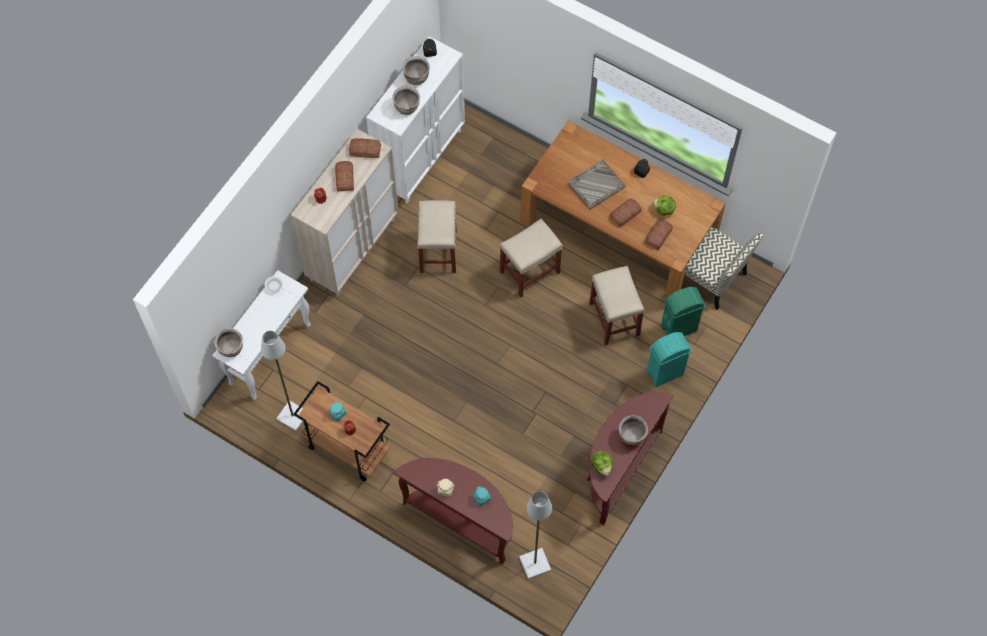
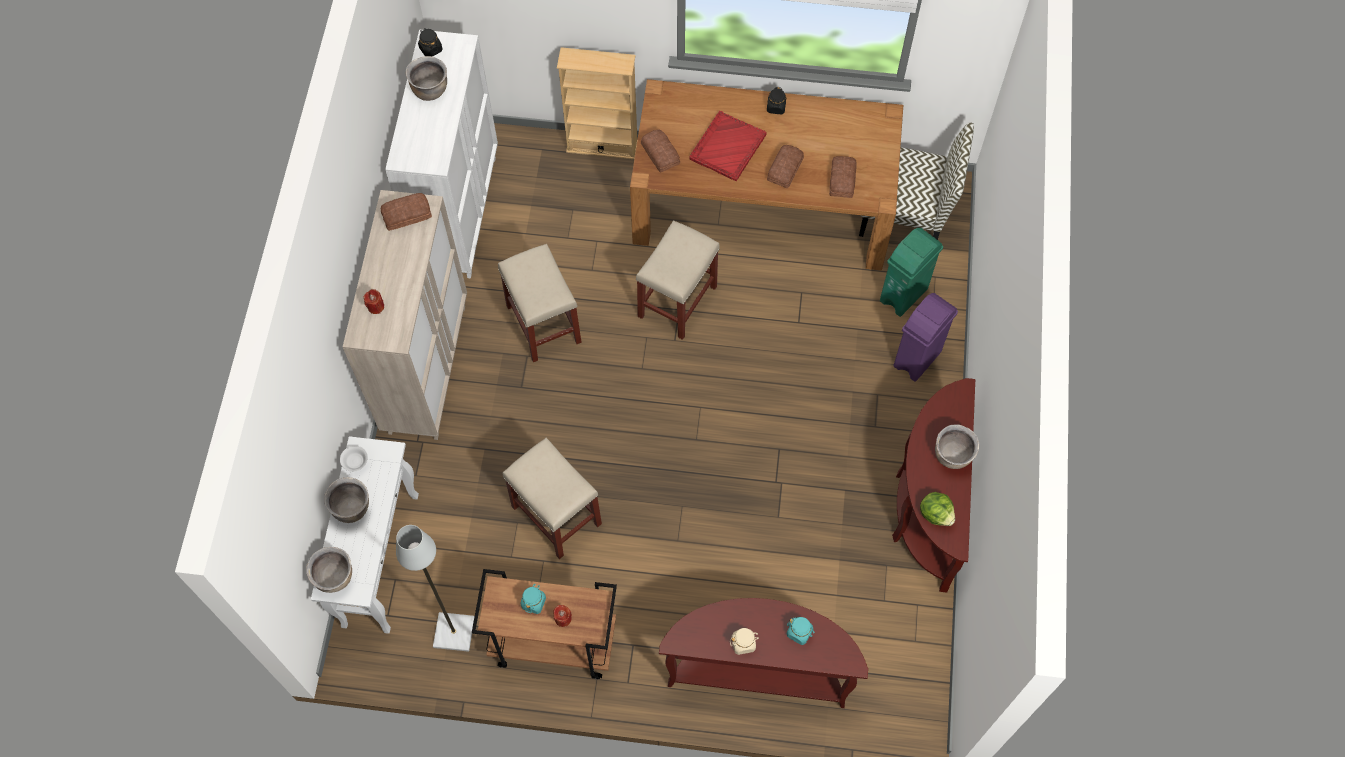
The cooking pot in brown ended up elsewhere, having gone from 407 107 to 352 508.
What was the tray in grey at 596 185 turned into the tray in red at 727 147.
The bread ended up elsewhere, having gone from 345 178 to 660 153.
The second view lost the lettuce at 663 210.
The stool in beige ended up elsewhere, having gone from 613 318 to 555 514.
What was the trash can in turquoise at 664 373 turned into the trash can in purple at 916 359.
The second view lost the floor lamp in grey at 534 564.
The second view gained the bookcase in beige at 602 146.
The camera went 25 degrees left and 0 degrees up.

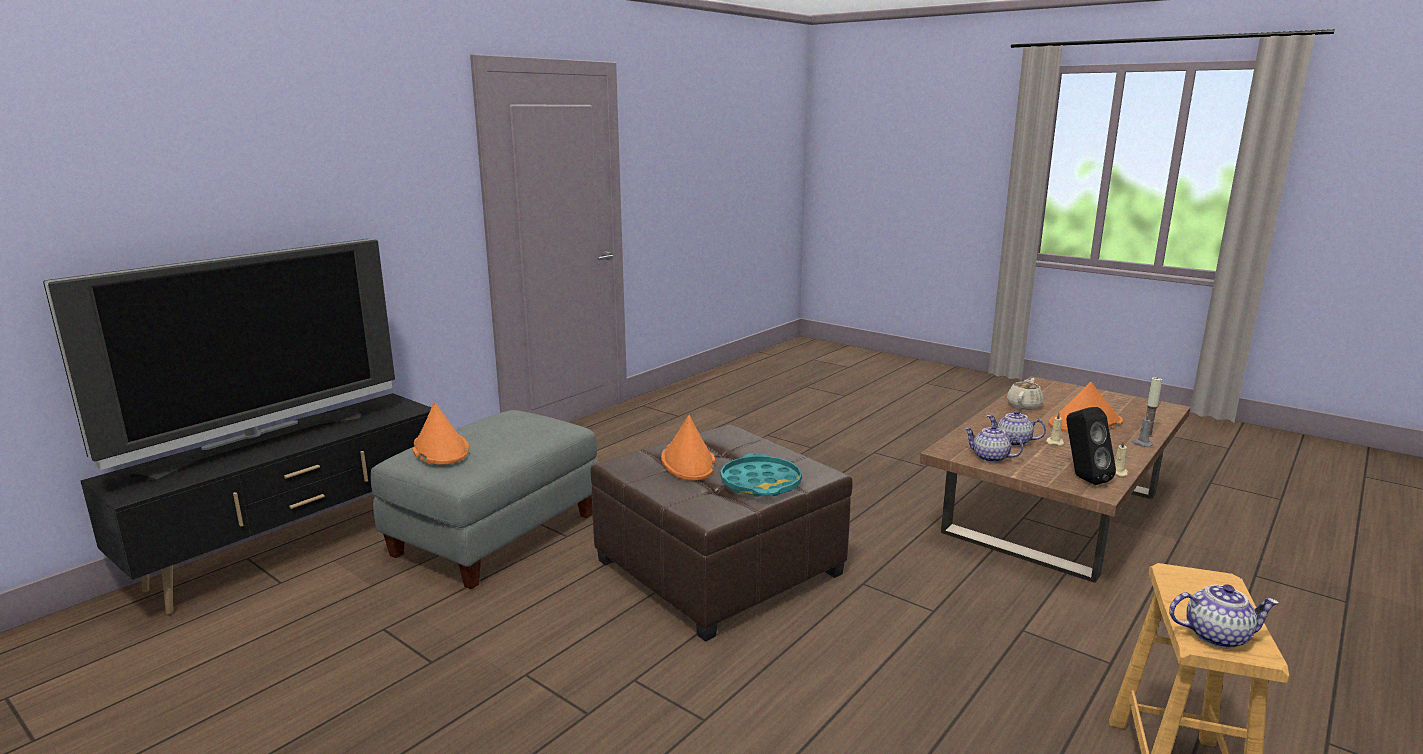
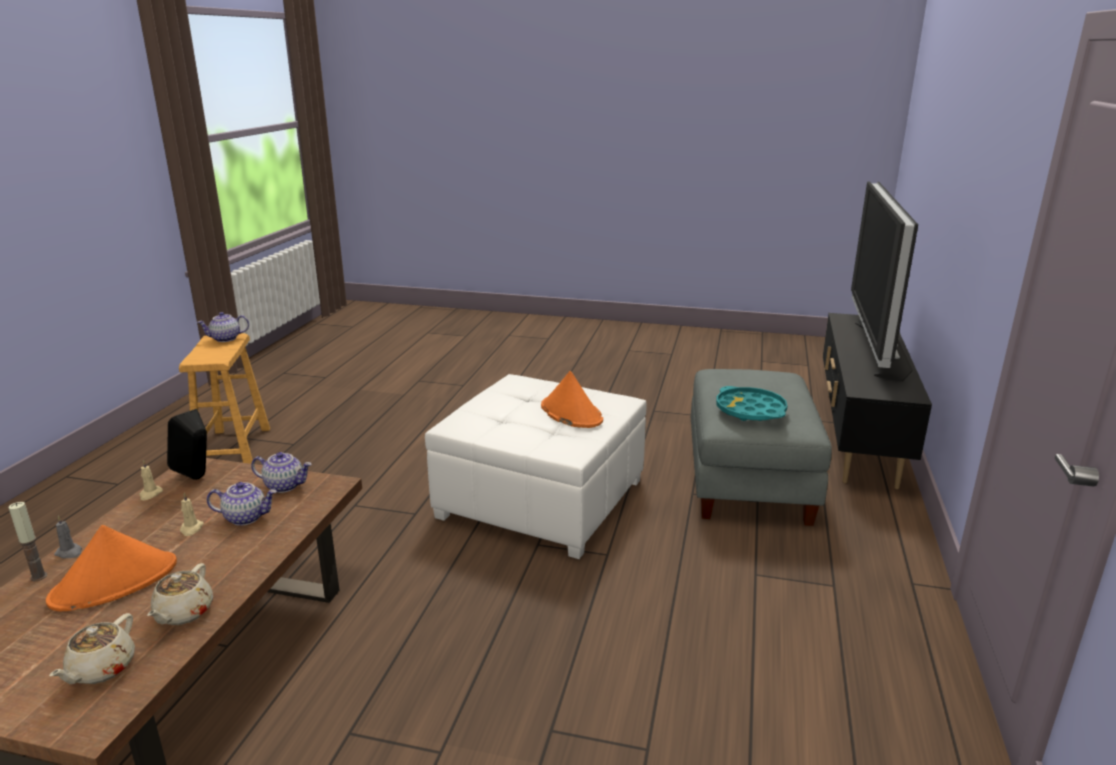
The second view lost the hat in orange at 440 449.
What was the ottoman in brown at 717 567 turned into the ottoman in white at 542 498.
The tray in turquoise ended up elsewhere, having gone from 761 483 to 750 410.
The second view gained the teapot in beige at 101 669.
The camera went 155 degrees right and 5 degrees up.

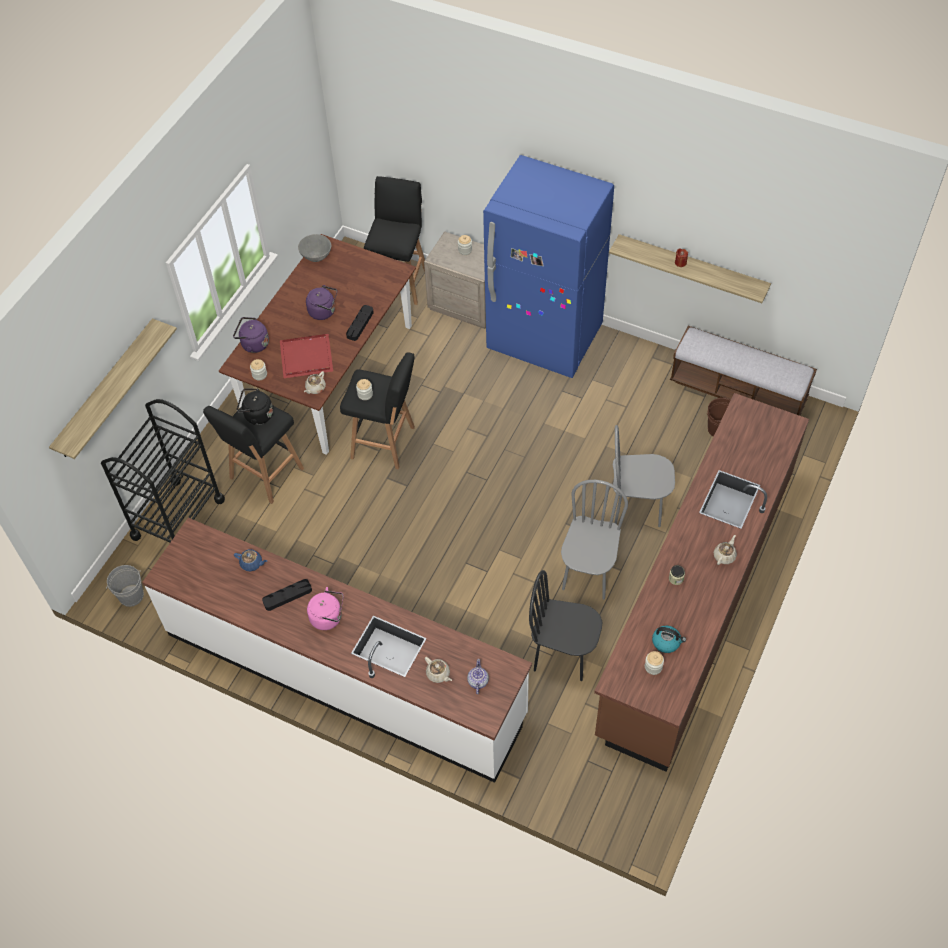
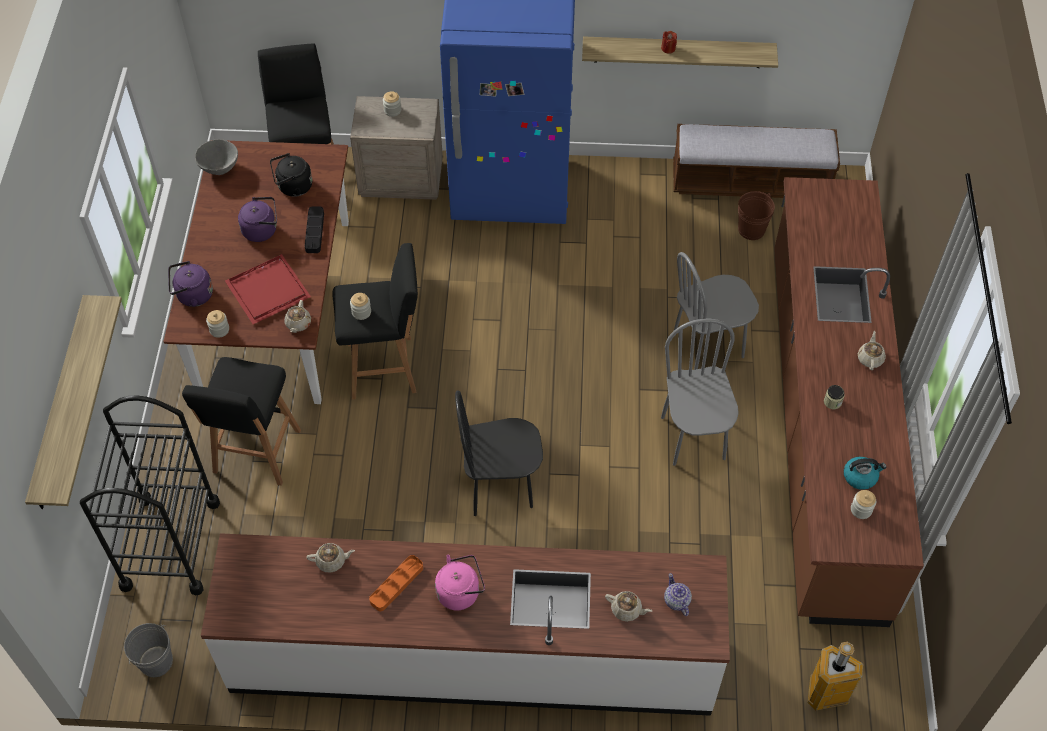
The kettle in black ended up elsewhere, having gone from 257 415 to 293 187.
What was the teapot in blue at 252 563 turned into the teapot in beige at 331 561.
The chair in black ended up elsewhere, having gone from 563 655 to 500 487.
What was the tray in black at 287 596 turned into the tray in orange at 396 584.
The second view gained the trash can at 827 694.
The camera went 25 degrees left and 0 degrees up.

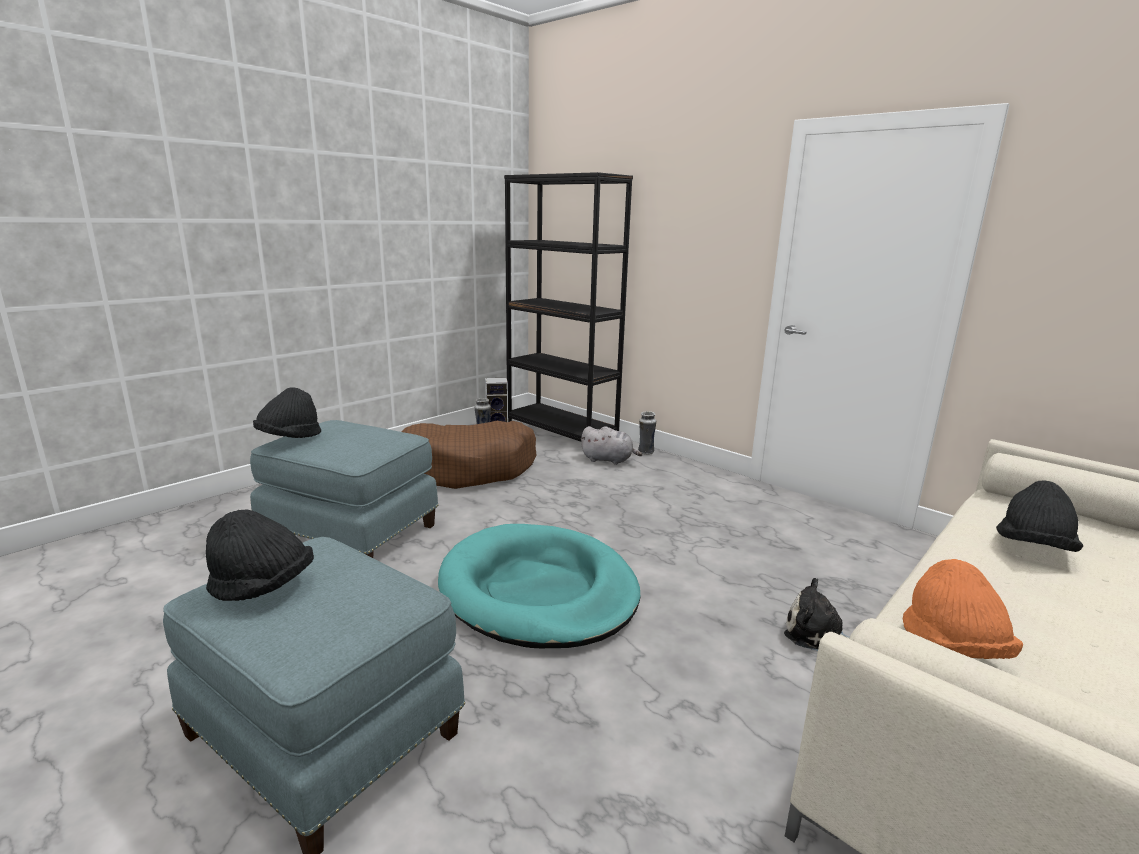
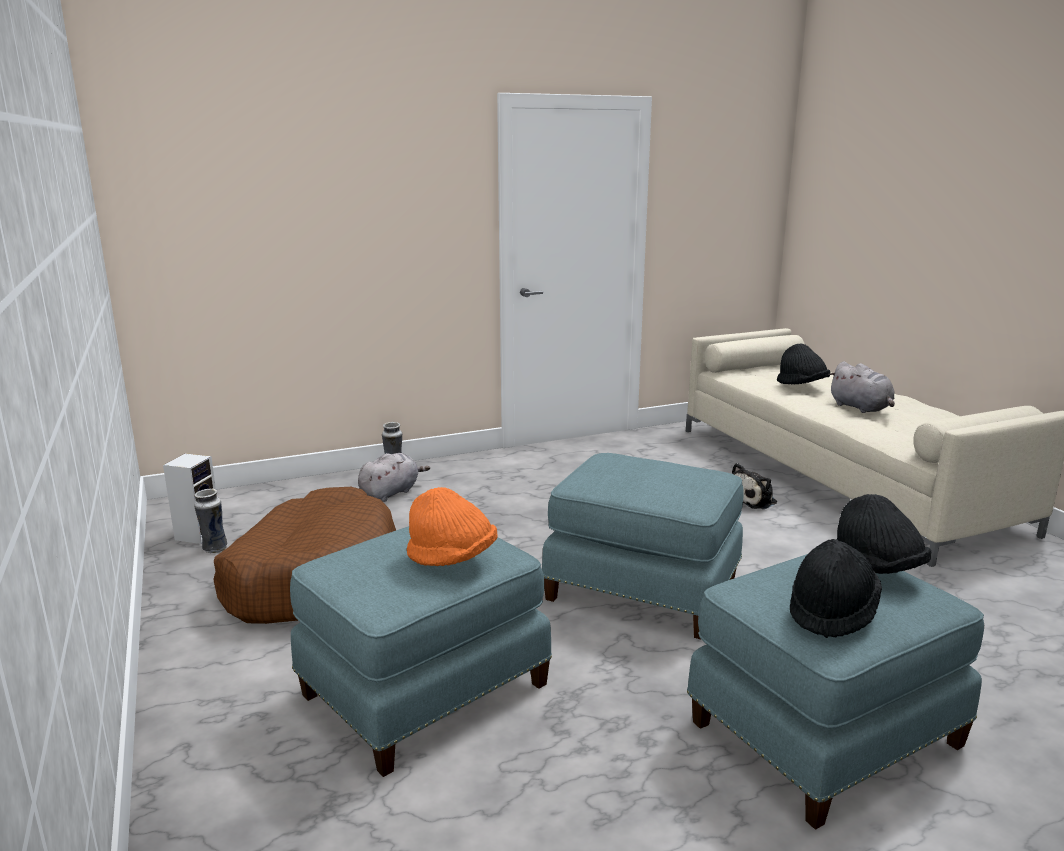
The second view lost the bookcase in black at 561 431.
The hat in black ended up elsewhere, having gone from 289 438 to 876 569.
Where the dog bed in turquoise stood at 538 591, the ottoman in blue came to stand at 643 587.
The hat in orange ended up elsewhere, having gone from 952 647 to 452 558.
The second view gained the plush toy in grey at 861 408.
The camera went 65 degrees left and 0 degrees up.

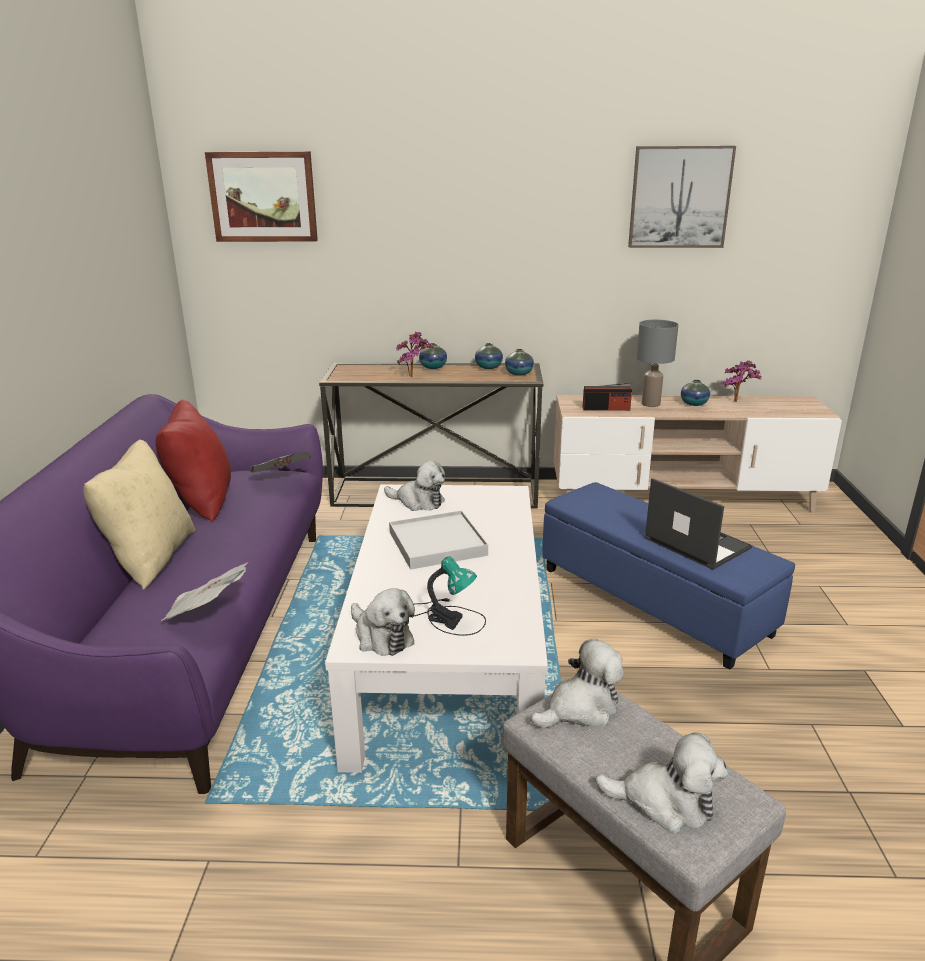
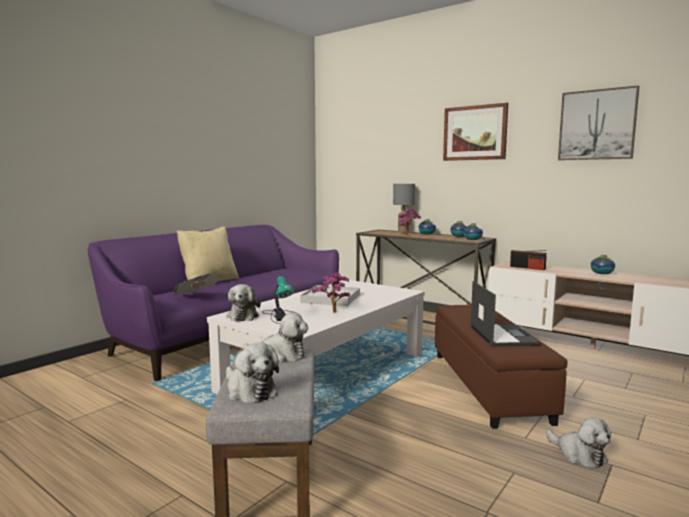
The picture ended up elsewhere, having gone from 263 197 to 475 133.
The table lamp in grey ended up elsewhere, having gone from 651 404 to 403 232.
The potted plant ended up elsewhere, having gone from 737 402 to 333 313.
The second view lost the pillow in red at 202 501.
The second view lost the newspaper at 281 478.
The plush toy ended up elsewhere, having gone from 418 502 to 579 454.
What was the ottoman in blue at 651 601 turned into the ottoman in brown at 486 385.
The camera went 35 degrees right and 15 degrees down.

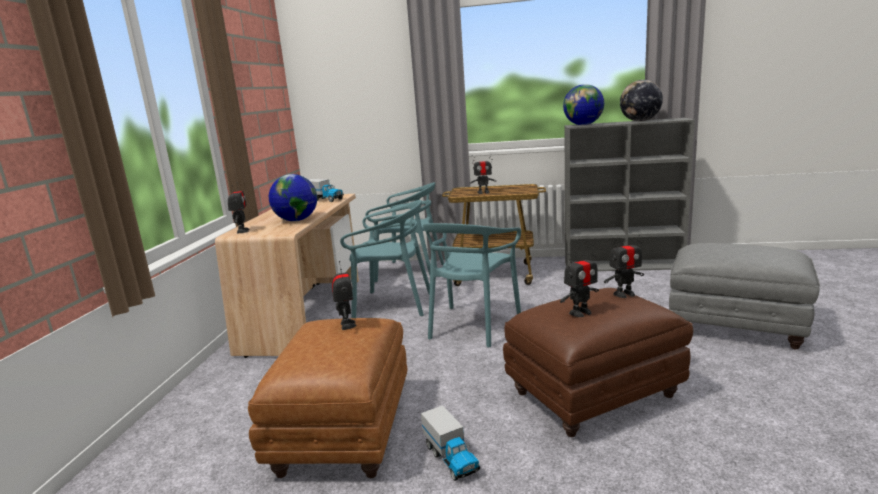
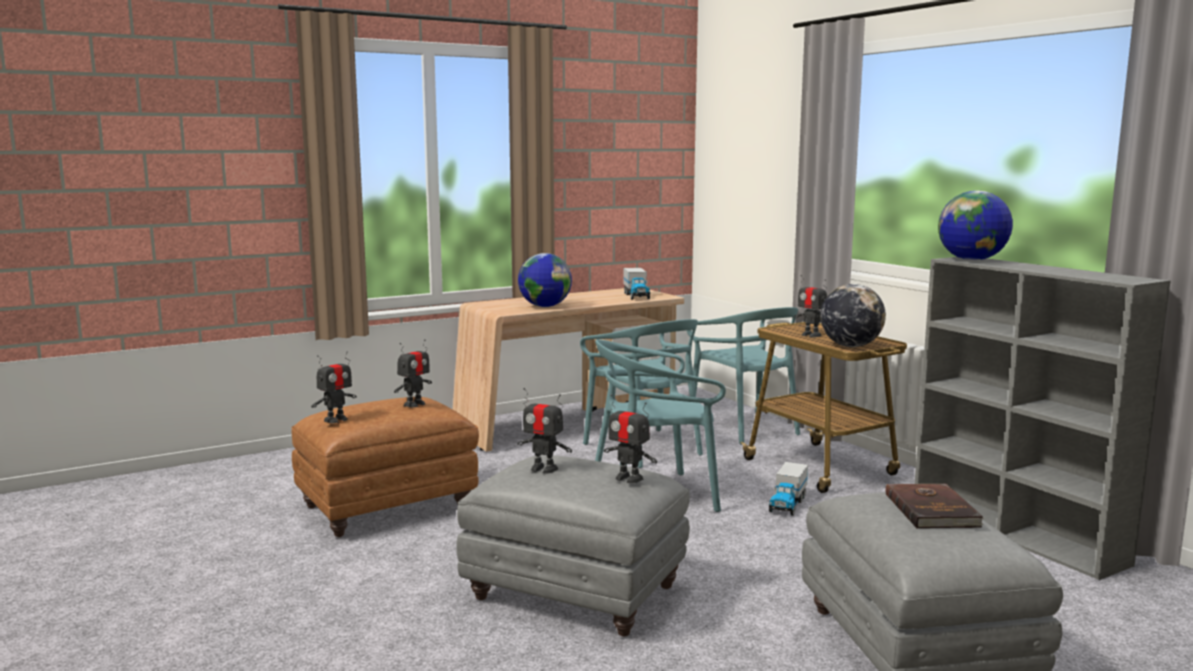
The globe ended up elsewhere, having gone from 640 121 to 850 346.
The toy robot ended up elsewhere, having gone from 242 231 to 336 420.
What was the ottoman in brown at 594 394 turned into the ottoman in grey at 577 593.
The toy truck ended up elsewhere, having gone from 451 458 to 787 504.
The second view gained the book in brown at 933 510.
The camera went 50 degrees right and 5 degrees down.

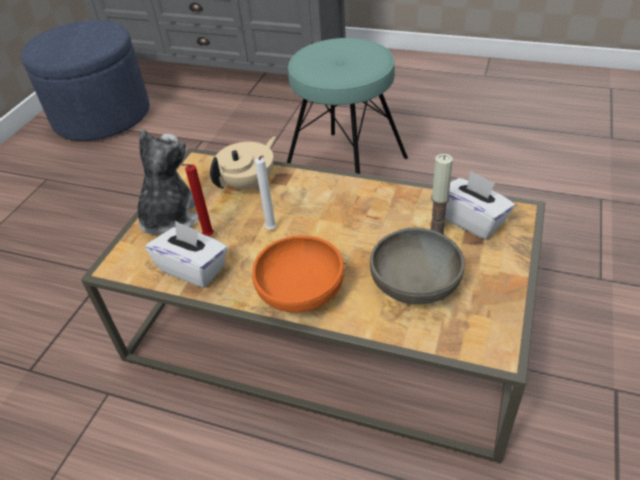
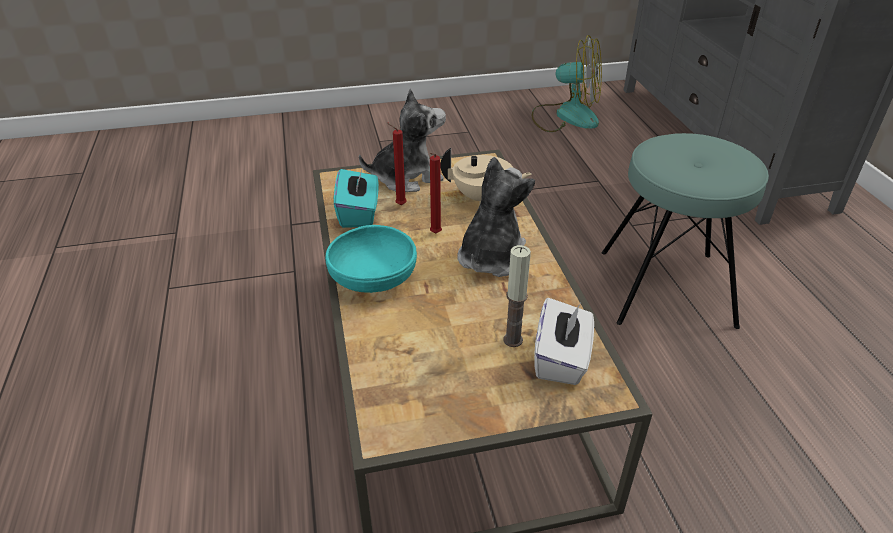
Where the ottoman in blue stood at 102 116, the fan came to stand at 566 116.
What was the candle in white at 272 230 turned into the candle in red at 434 234.
What was the tissue box in white at 193 268 turned into the tissue box in turquoise at 359 213.
The second view lost the bowl in grey at 415 284.
What was the bowl in orange at 301 291 turned into the bowl in turquoise at 373 279.
The second view gained the plush toy at 491 257.
The camera went 55 degrees right and 5 degrees down.

